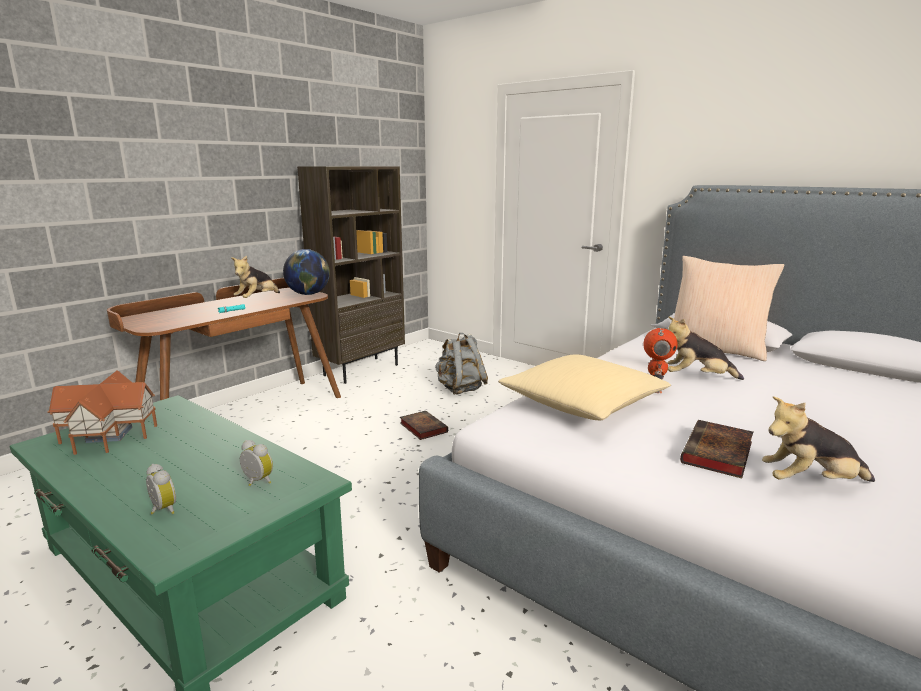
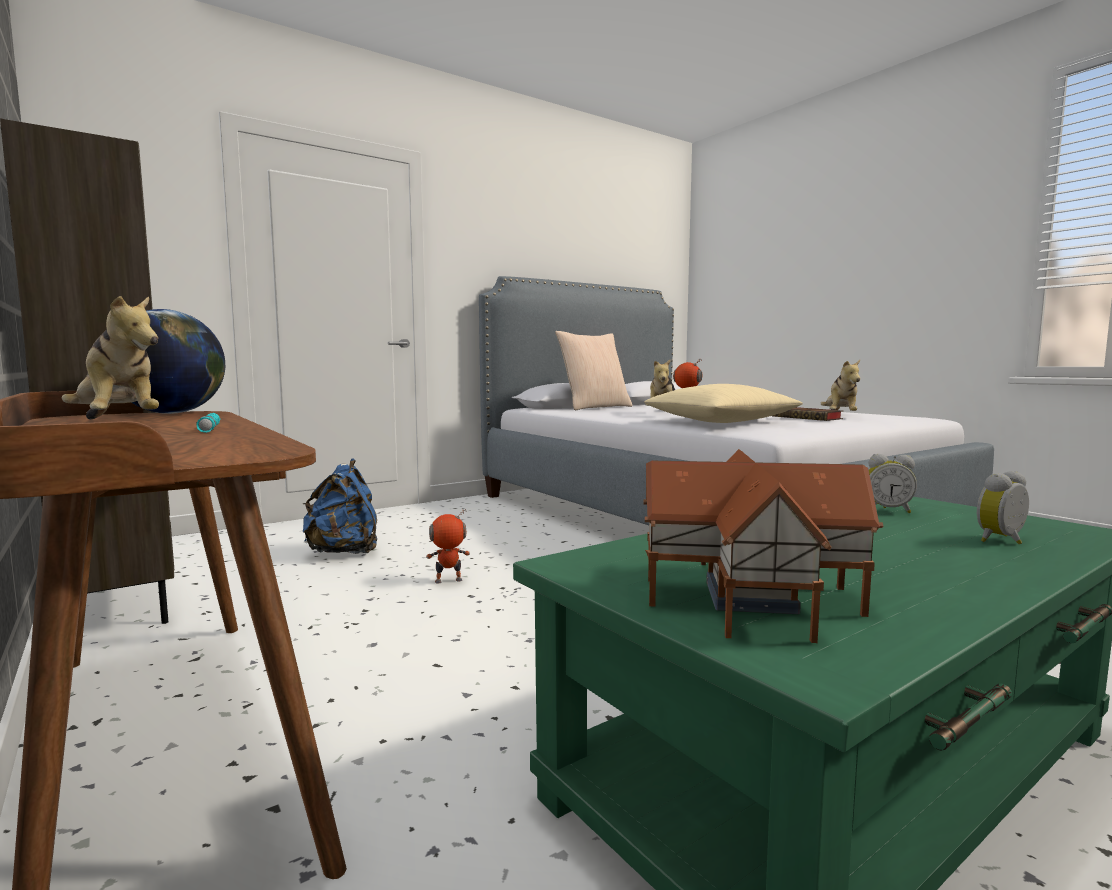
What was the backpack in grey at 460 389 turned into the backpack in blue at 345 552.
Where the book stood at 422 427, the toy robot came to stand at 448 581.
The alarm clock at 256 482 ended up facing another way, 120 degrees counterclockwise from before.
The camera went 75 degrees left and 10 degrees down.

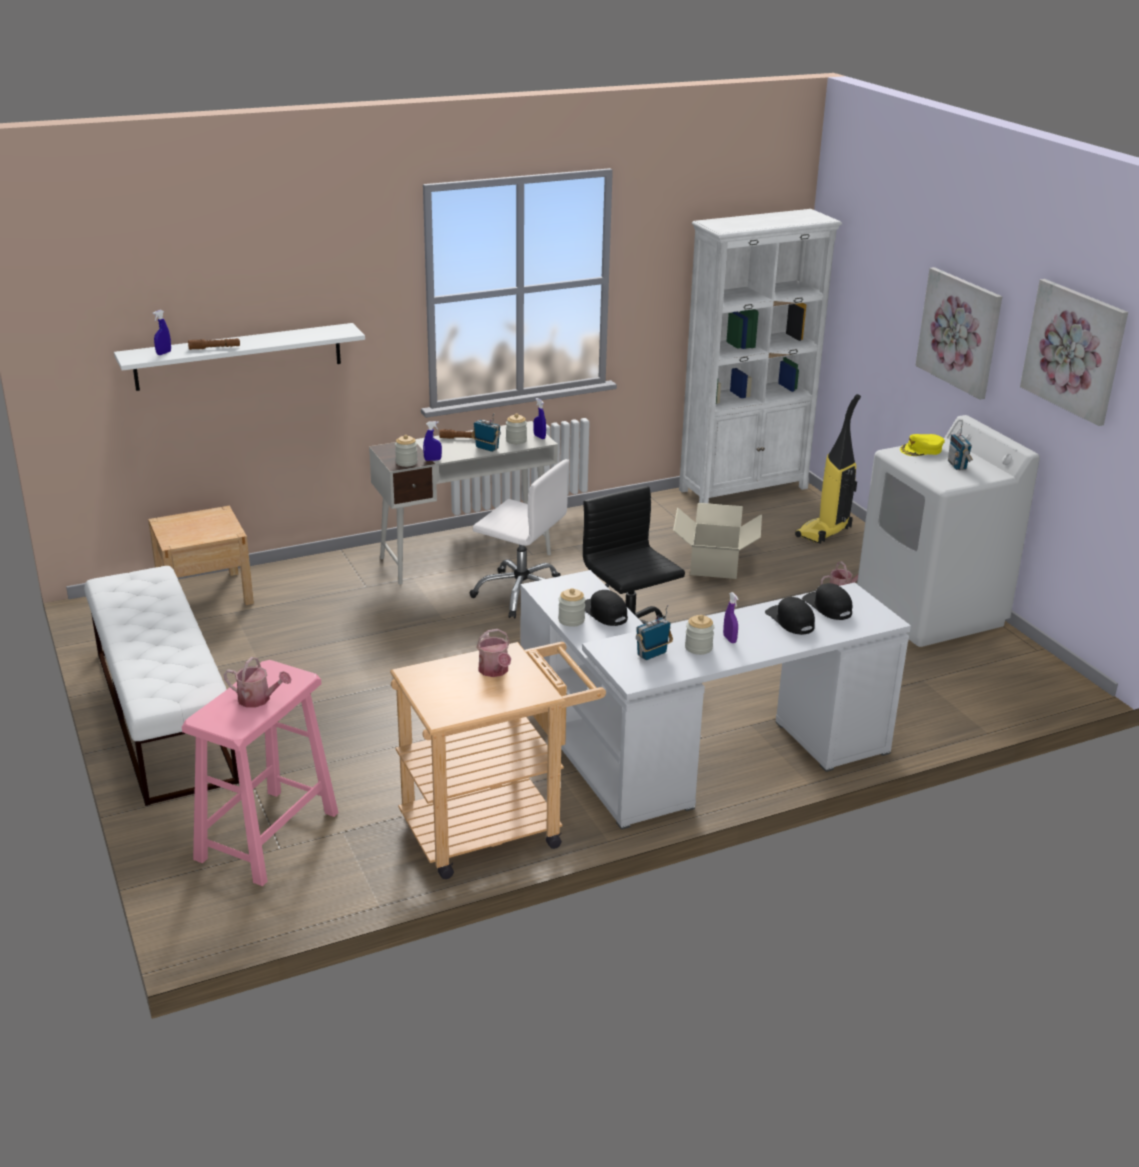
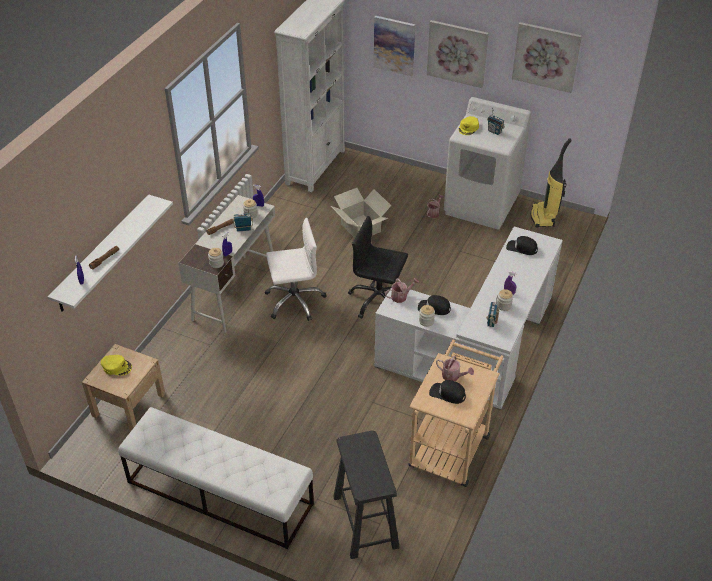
The vacuum cleaner ended up elsewhere, having gone from 824 533 to 544 217.
The cap in black ended up elsewhere, having gone from 790 621 to 447 394.
The watering can ended up elsewhere, having gone from 258 699 to 401 296.
What was the stool in pink at 266 836 turned into the stool in black at 365 522.
The second view gained the picture at 394 45.
The second view gained the cap in yellow at 117 367.
The camera went 40 degrees left and 15 degrees up.

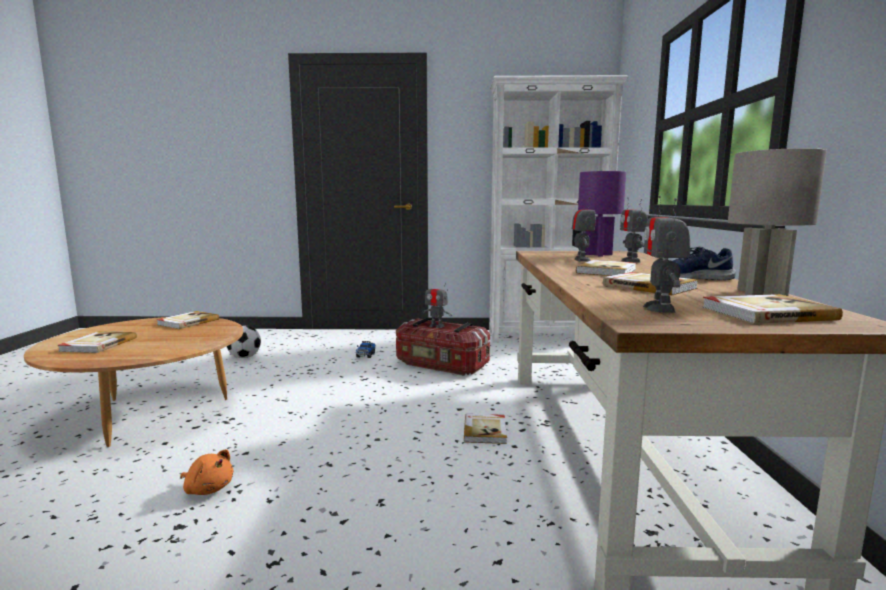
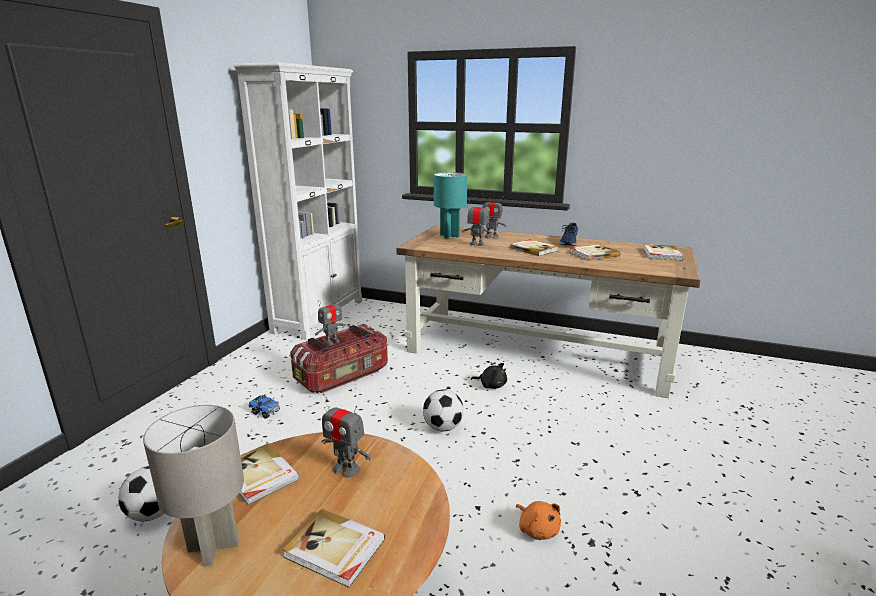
The table lamp in grey ended up elsewhere, having gone from 761 293 to 213 546.
What was the table lamp in purple at 598 255 turned into the table lamp in turquoise at 450 236.
The toy robot ended up elsewhere, having gone from 660 308 to 346 469.
Where the book stood at 485 430, the plush toy in black came to stand at 491 385.
The plush toy in orange at 208 489 ended up facing another way, 105 degrees clockwise from before.
The second view gained the football at 443 427.
The camera went 70 degrees left and 10 degrees up.

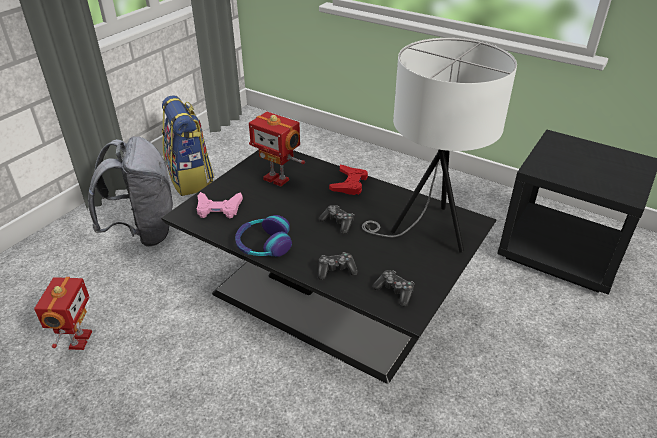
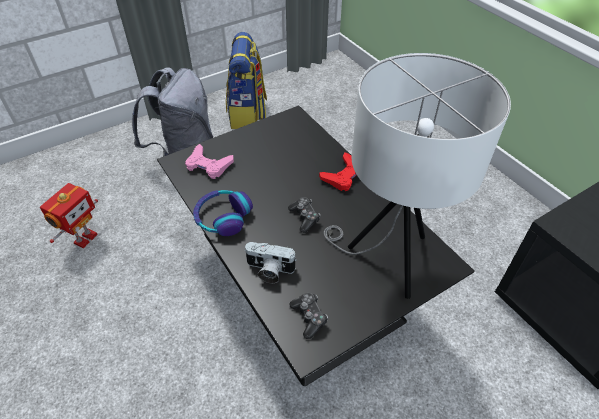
The second view lost the toy robot at 277 179.
Where the game controller stood at 336 270, the photo camera came to stand at 269 270.
The camera went 25 degrees right and 10 degrees up.

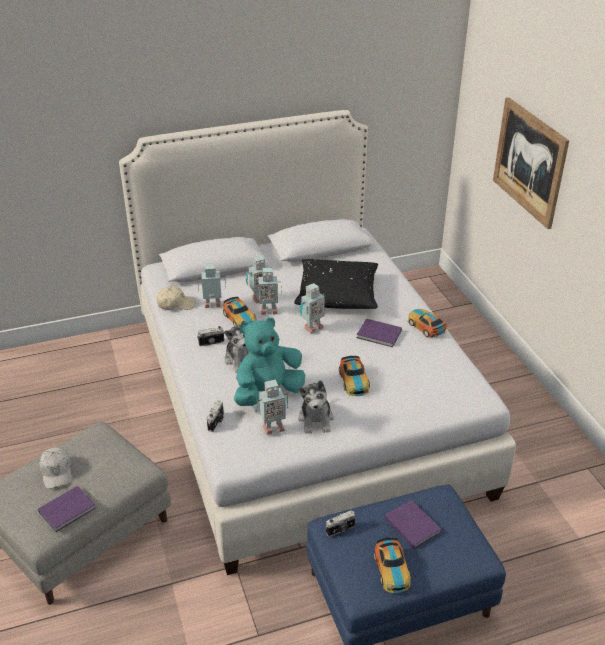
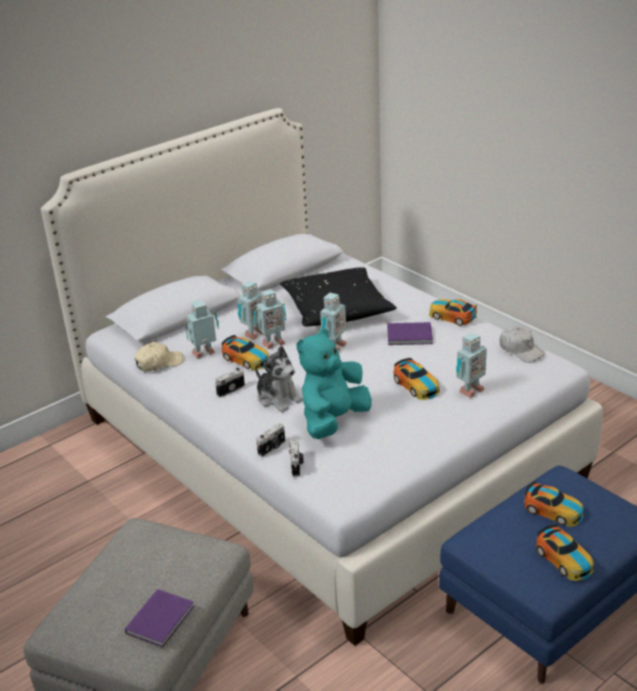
The second view lost the picture at 529 161.
The toy robot ended up elsewhere, having gone from 272 427 to 469 391.
The second view lost the plush toy at 316 419.
The cap in white ended up elsewhere, having gone from 57 472 to 521 350.
Where the book in purple stood at 412 524, the toy car came to stand at 553 510.
The photo camera ended up elsewhere, having gone from 340 530 to 272 448.
The camera went 20 degrees left and 5 degrees down.

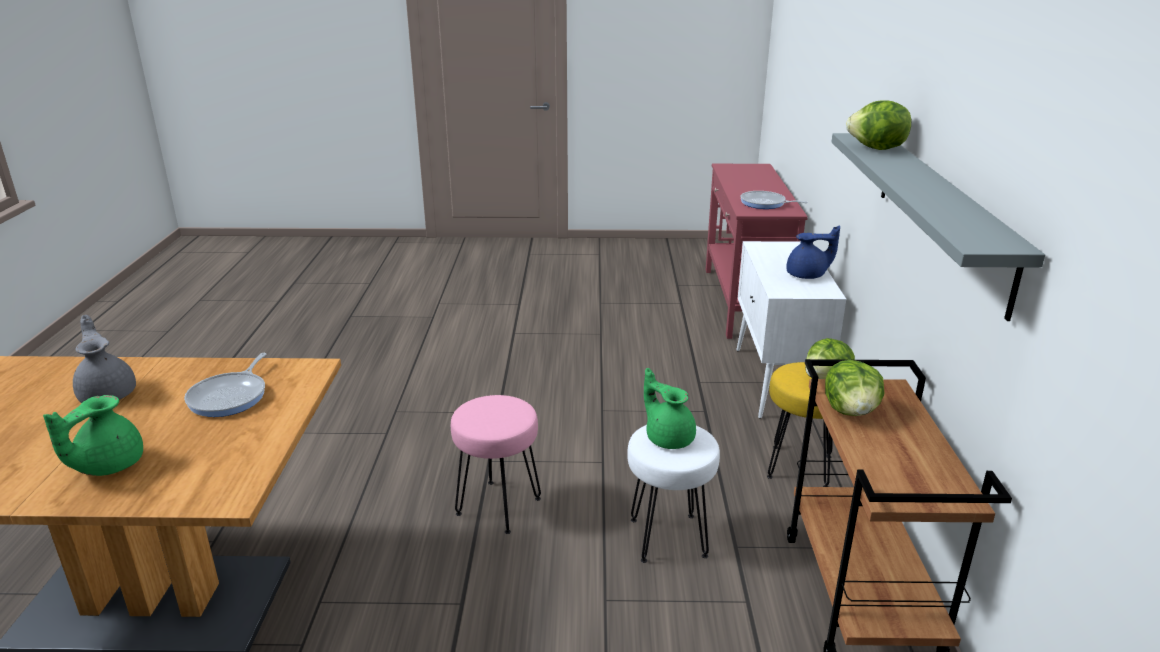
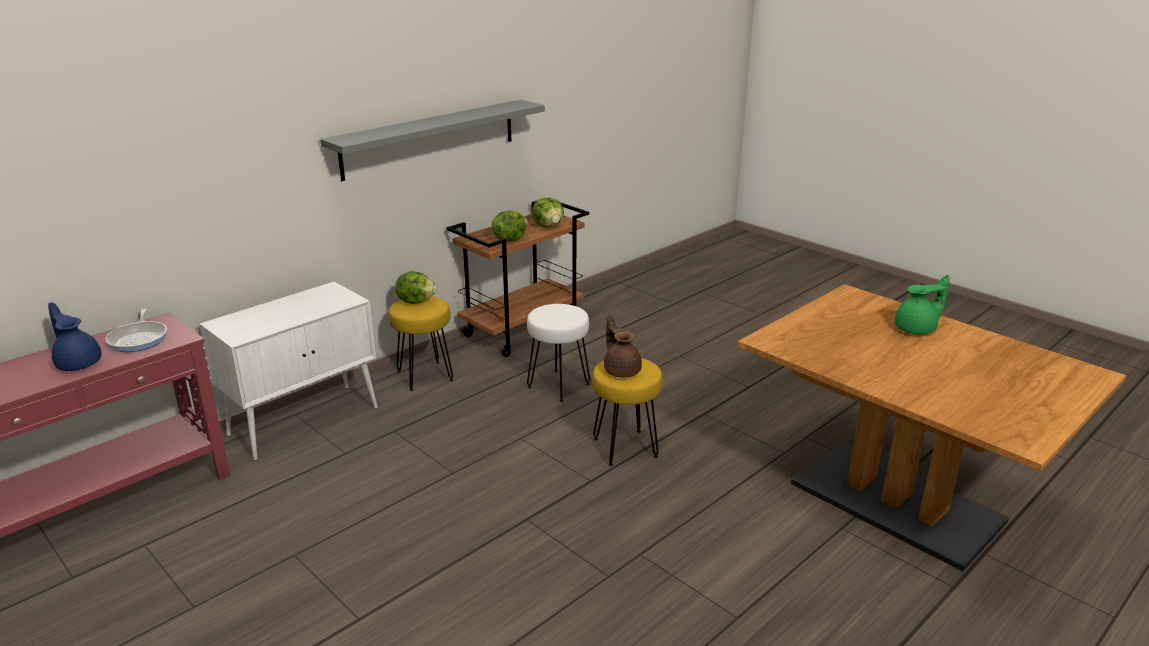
The lettuce ended up elsewhere, having gone from 877 149 to 549 226.
The teapot in blue ended up elsewhere, having gone from 807 275 to 79 363.
The second view lost the teapot in grey at 109 394.
The second view lost the frying pan at 230 397.
The second view lost the teapot in green at 668 438.
What was the stool in pink at 499 507 turned into the stool in yellow at 625 447.
The second view gained the teapot in brown at 621 370.
The camera went 135 degrees left and 0 degrees up.

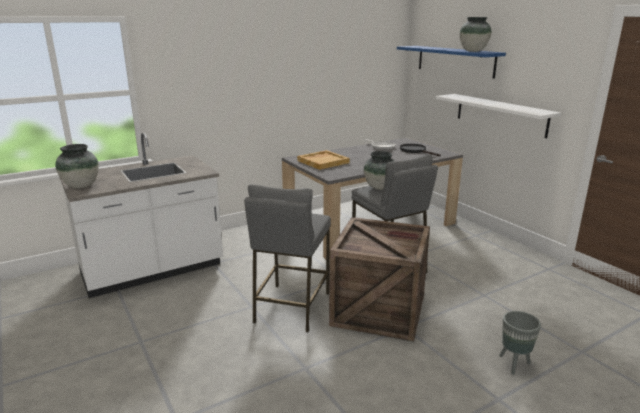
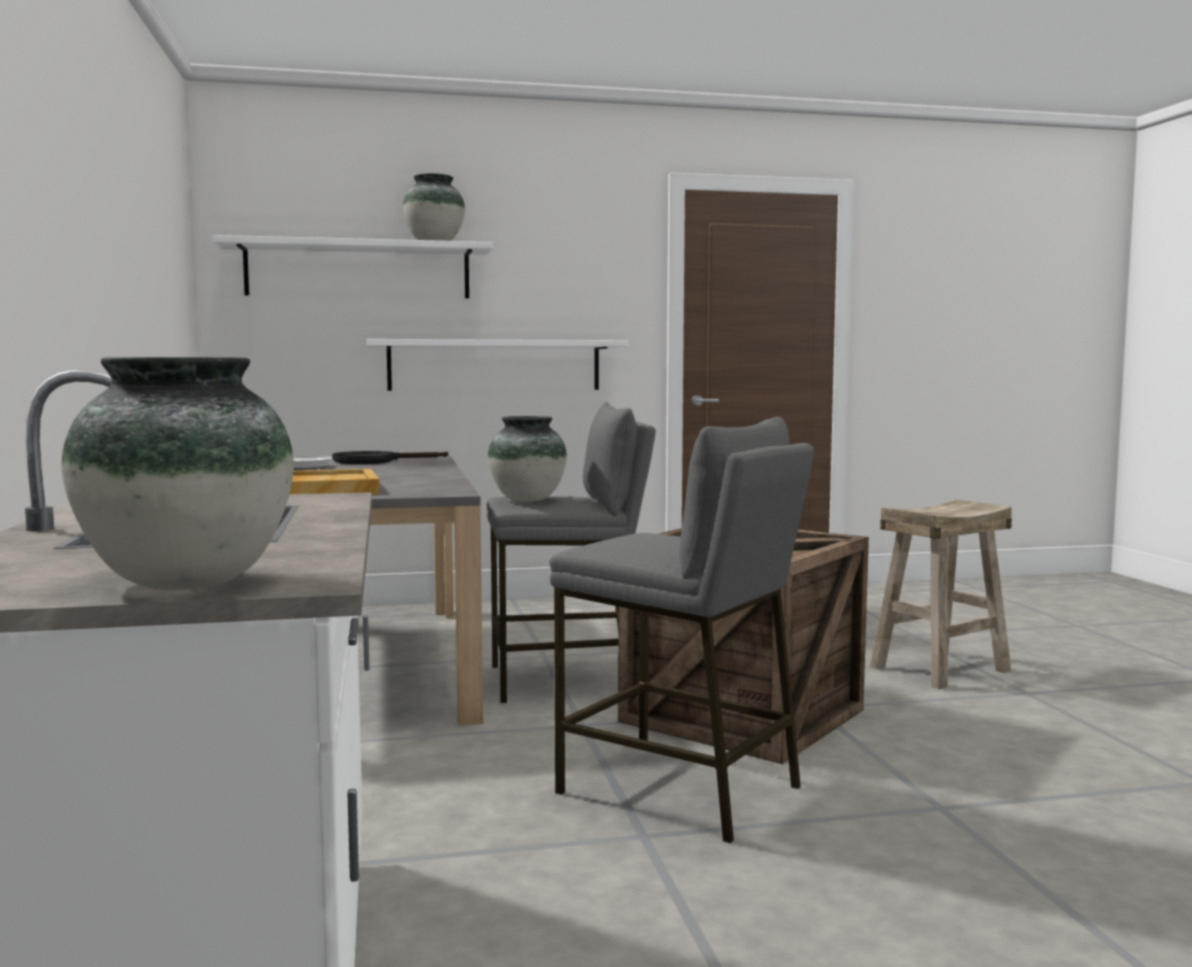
What was the shelf in blue at 455 61 turned into the shelf in white at 358 271.
Where the planter in grey stood at 513 364, the stool in beige came to stand at 940 669.
The camera went 70 degrees left and 15 degrees down.

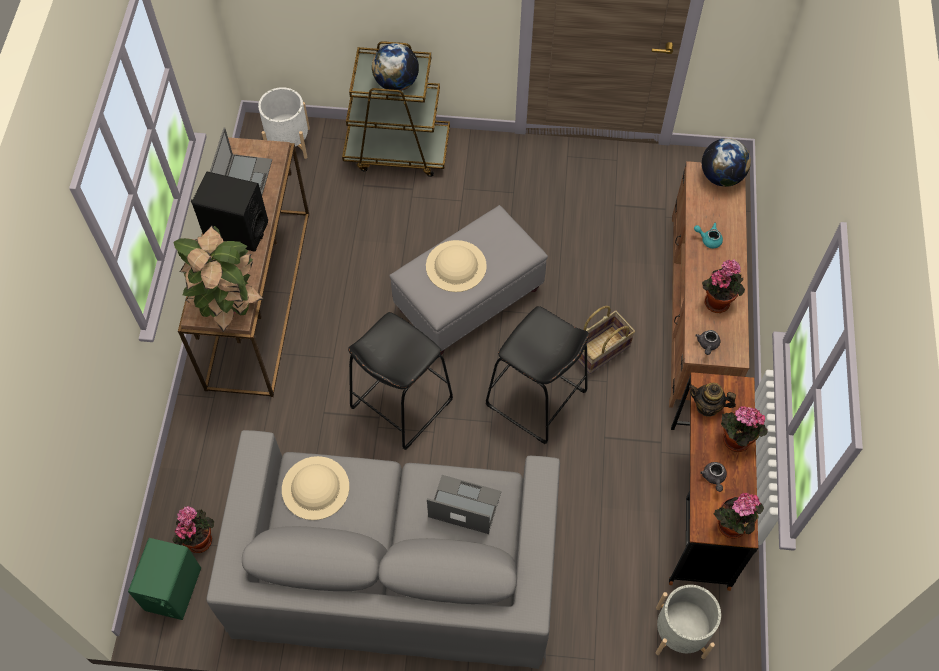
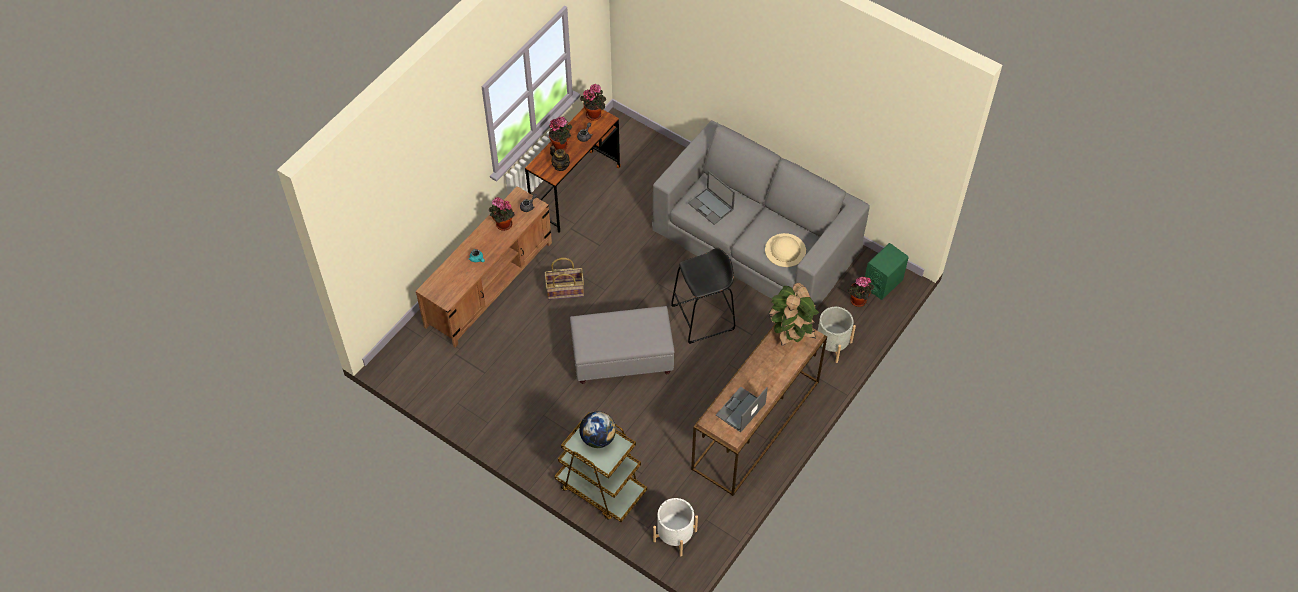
The second view lost the globe at 721 176.
The second view lost the speaker in black at 236 231.
The second view lost the hat in beige at 456 266.
The second view lost the stool in black at 536 399.
The planter in grey ended up elsewhere, having gone from 680 632 to 831 345.
The camera went 150 degrees left and 5 degrees down.

